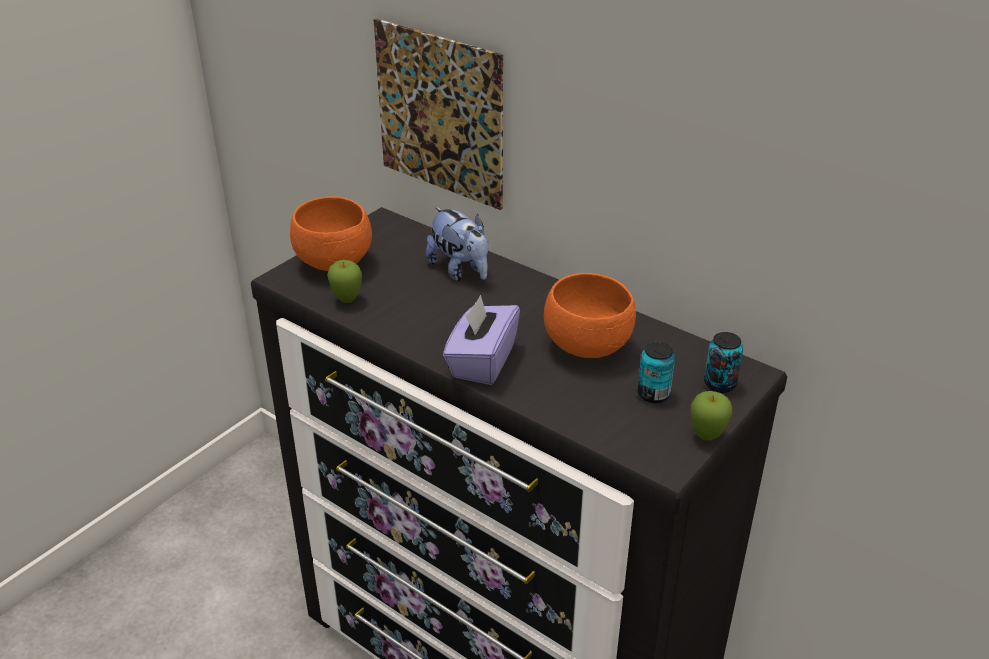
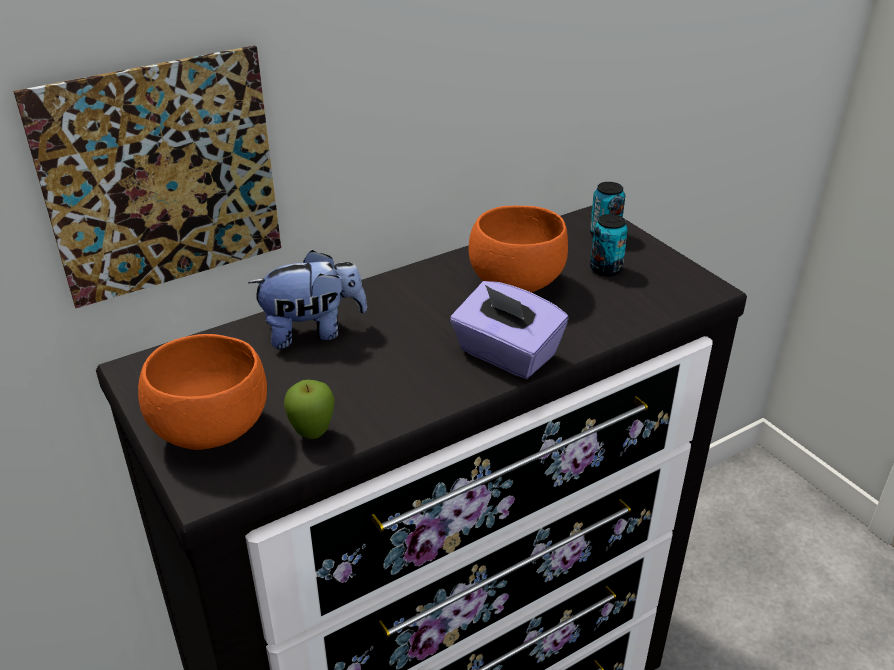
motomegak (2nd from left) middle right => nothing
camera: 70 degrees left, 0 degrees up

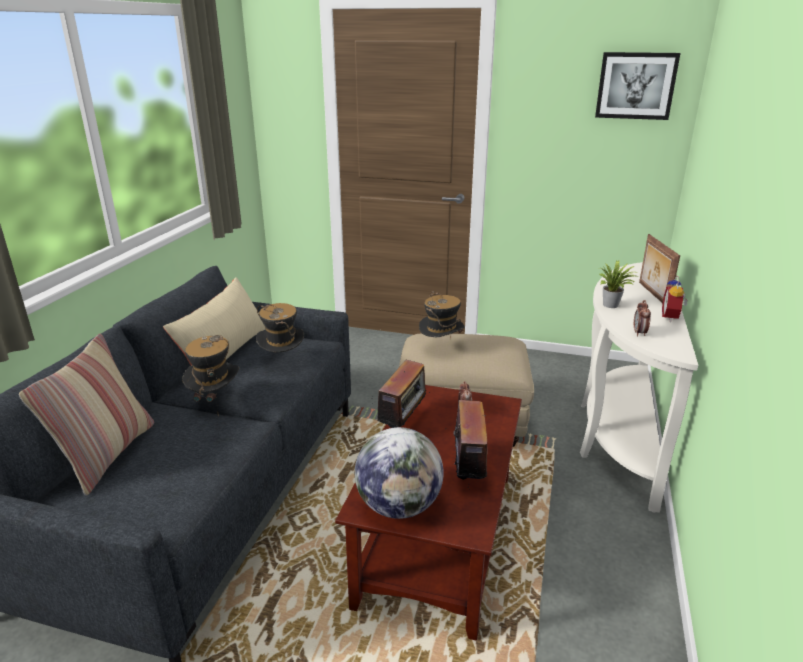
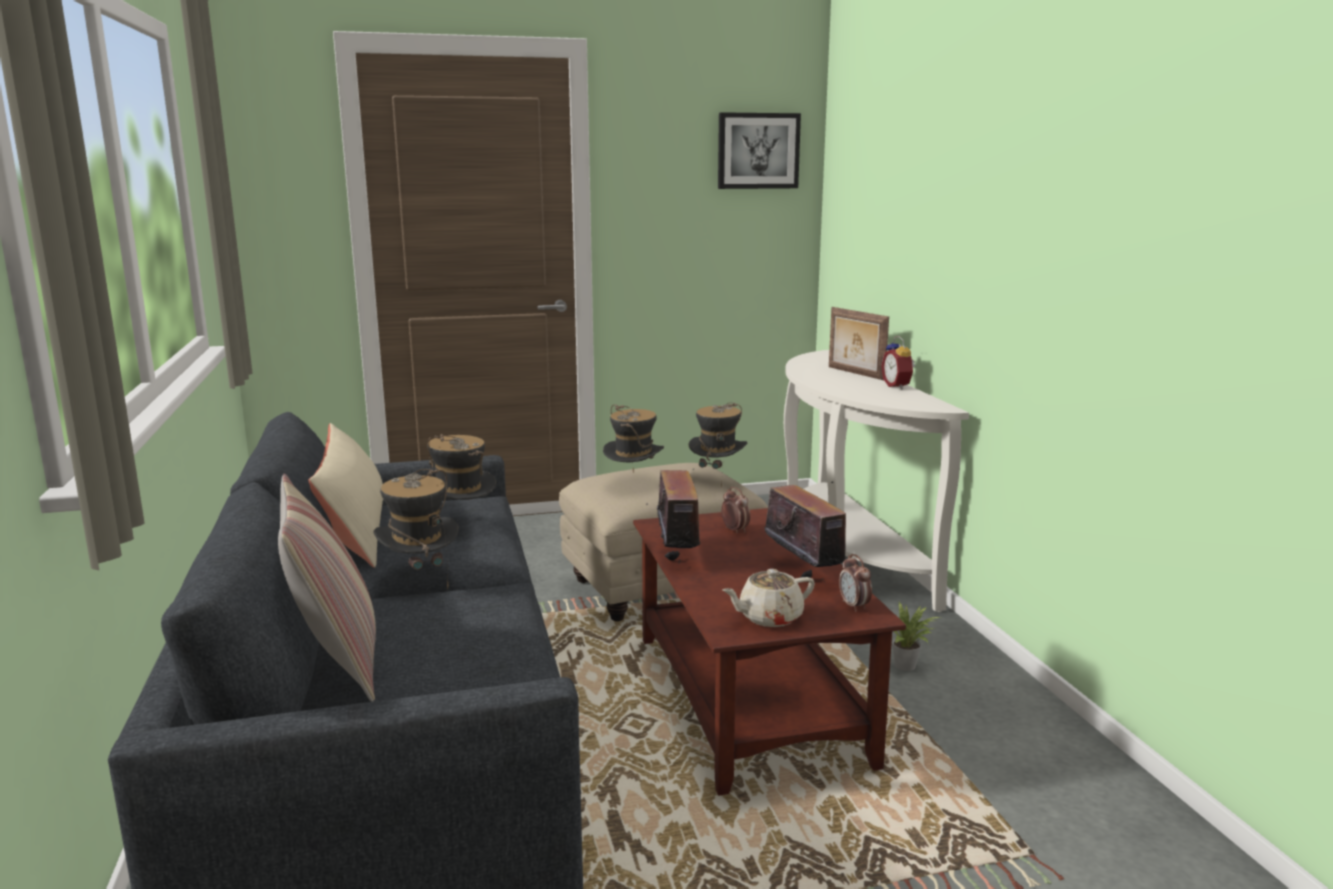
nothing => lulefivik (4th from left) centre
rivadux bottom centre => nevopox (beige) bottom centre
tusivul (2nd from left) middle right => tusivul (2nd from left) centre, moved
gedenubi middle right => gedenubi bottom right, moved
camera: 30 degrees left, 10 degrees down

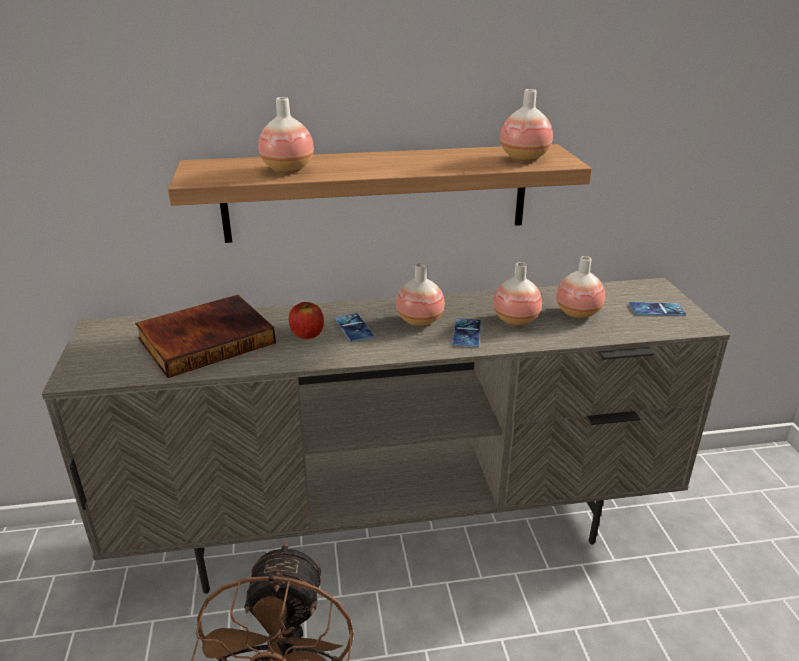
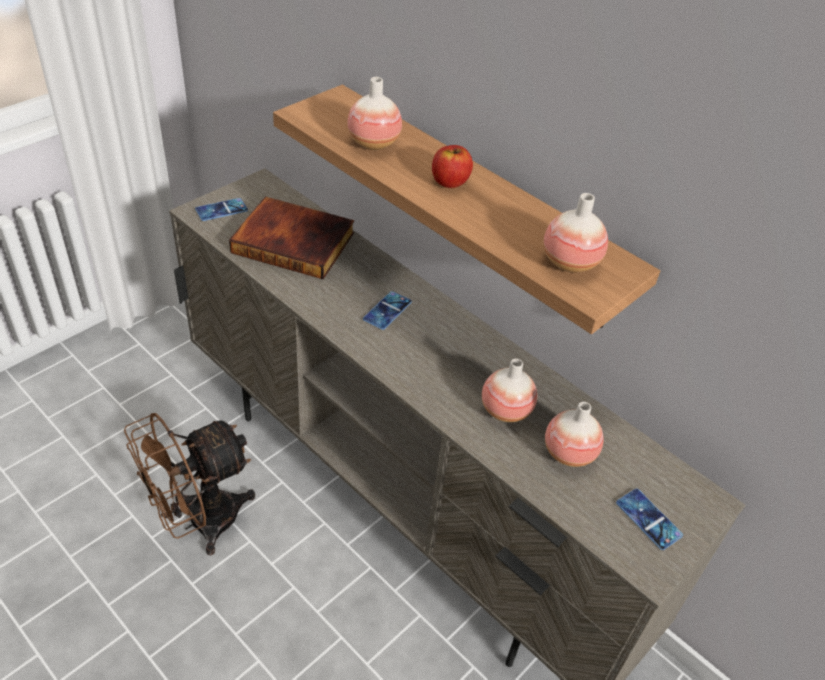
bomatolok (2nd from left in the first image) centre => bomatolok (1st from left) top left, moved
motomegak centre => motomegak top centre, moved
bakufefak (2nd from left) centre => nothing
camera: 50 degrees right, 15 degrees up

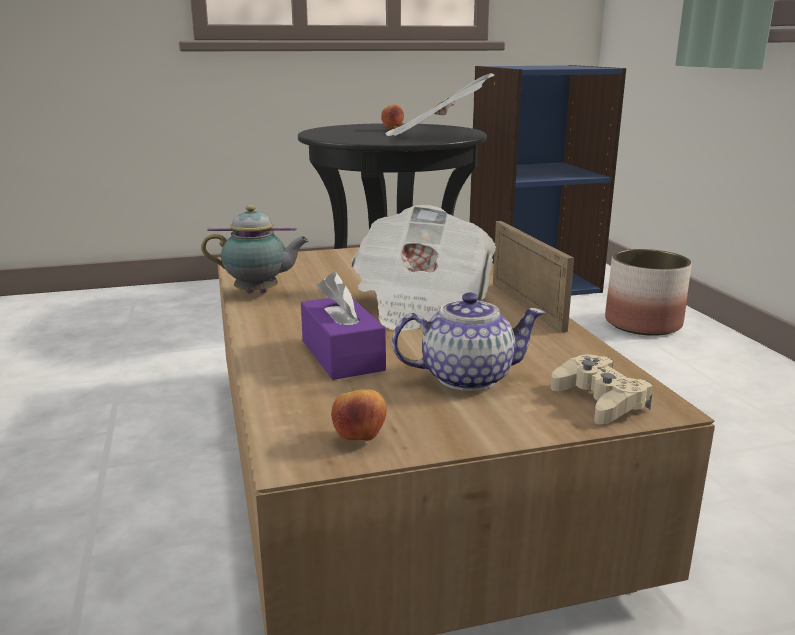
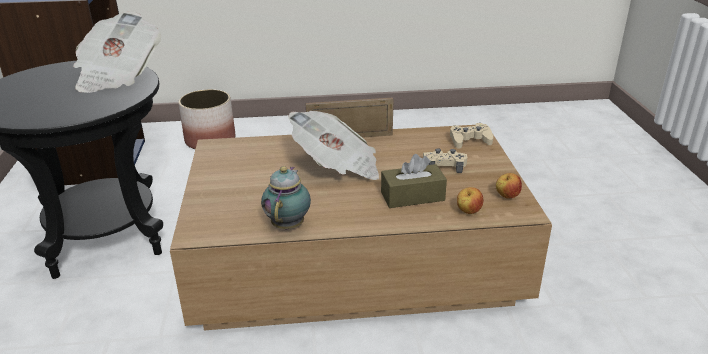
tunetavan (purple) centre => tunetavan (brown) centre
nevopox (2nd from left) centre => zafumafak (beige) (1st from left) centre
motomegak (2nd from left in the first image) top centre => motomegak (1st from left) centre, moved
camera: 80 degrees left, 10 degrees up

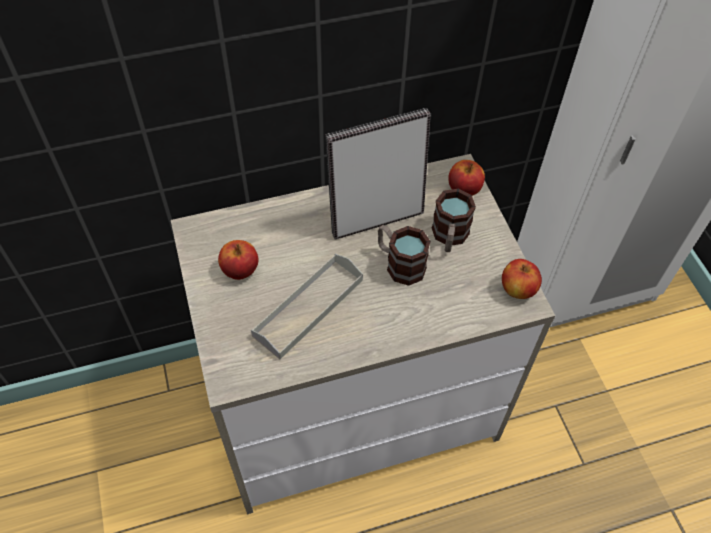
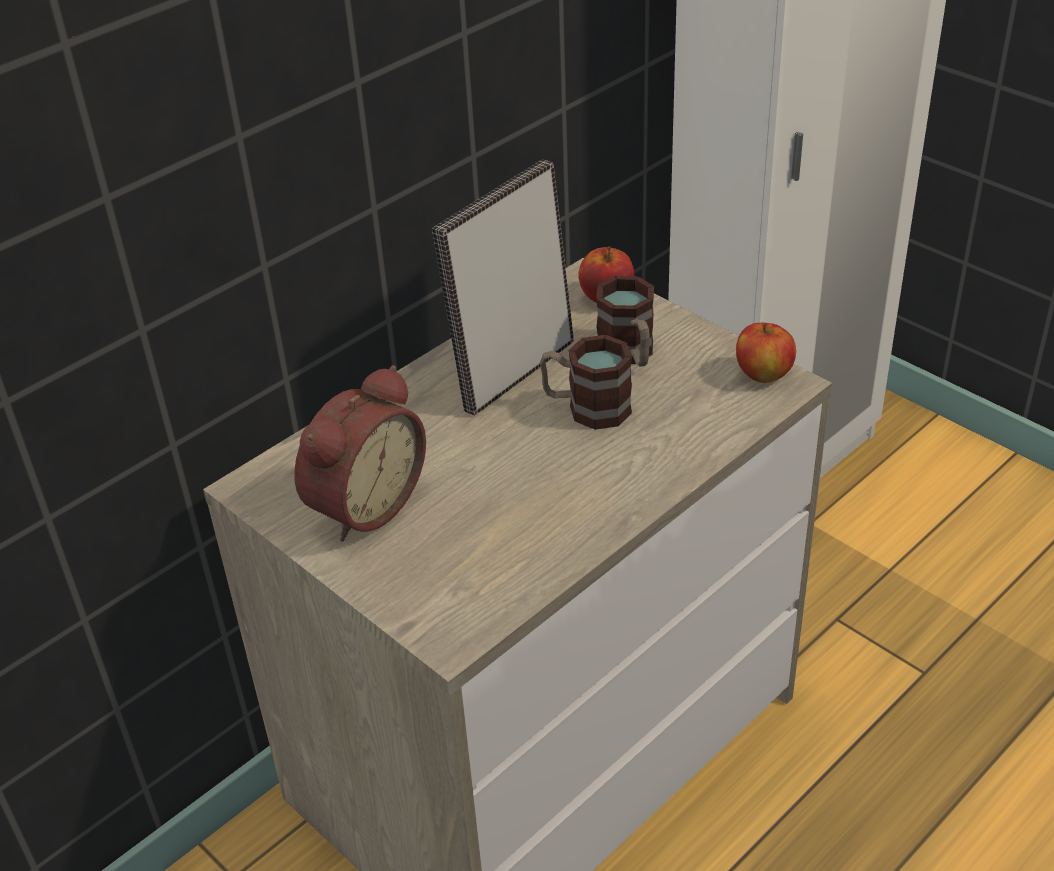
motomegak (1st from left) centre => tusivul centre
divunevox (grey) centre => nothing
camera: 25 degrees left, 15 degrees down

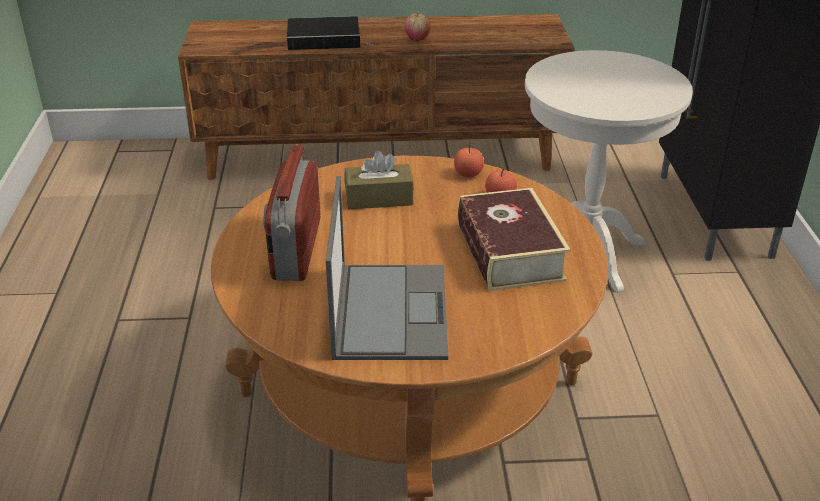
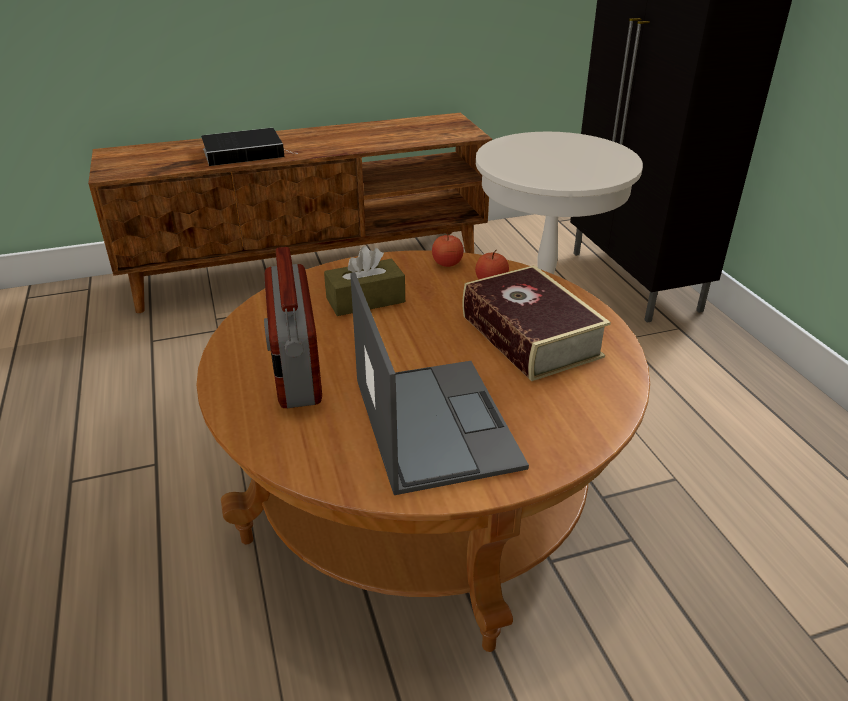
motomegak (1st from left) top centre => nothing
camera: 15 degrees left, 0 degrees up

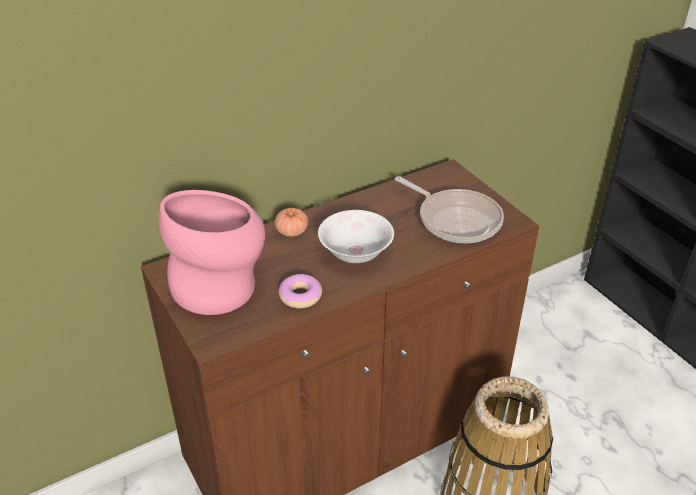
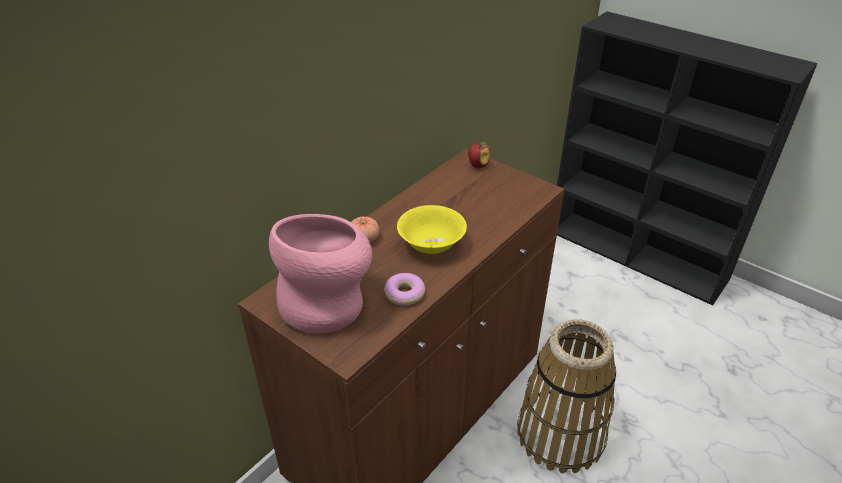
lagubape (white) centre => lagubape (yellow) centre
nothing => motomegak top centre
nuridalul centre => nothing
camera: 20 degrees left, 0 degrees up

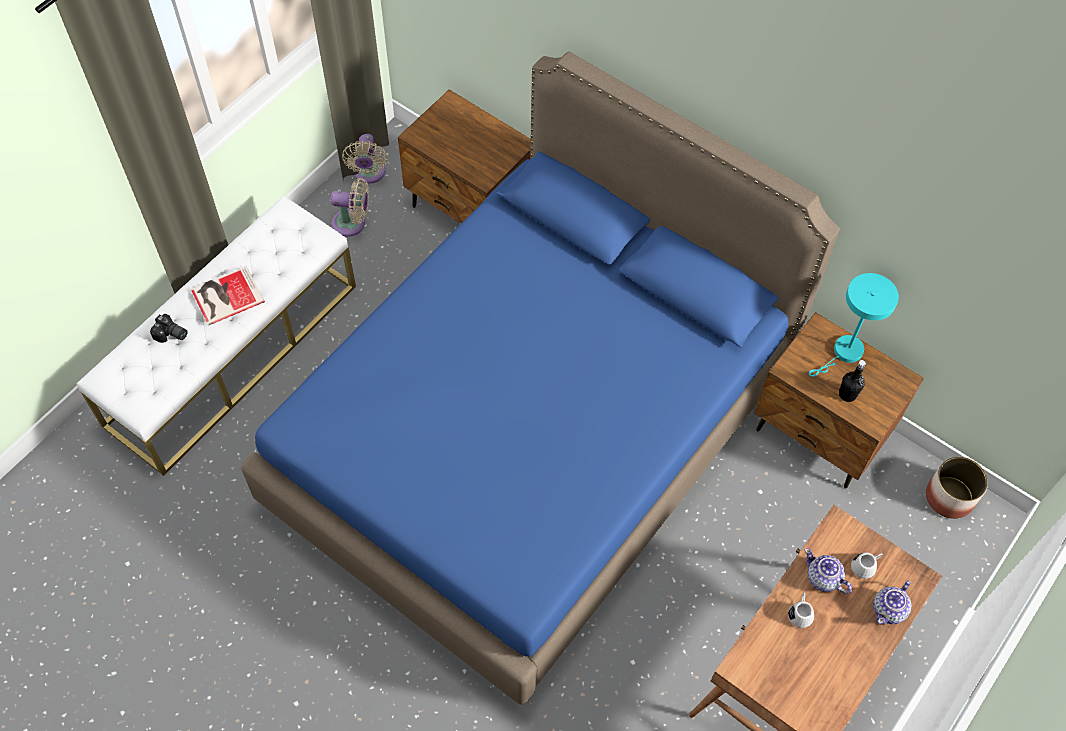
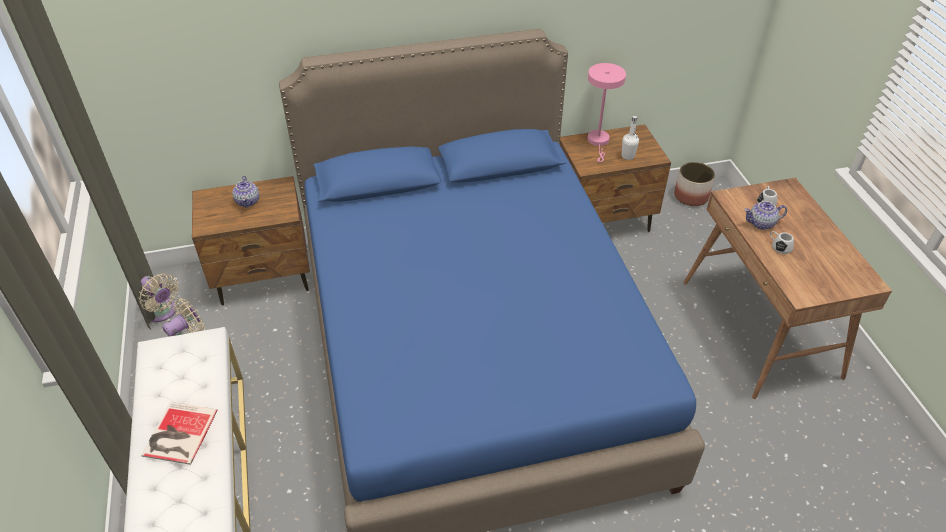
nevopox (2nd from left in the first image) bottom right => nevopox (1st from left) middle left, moved
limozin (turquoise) middle right => limozin (pink) top centre
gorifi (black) middle right => gorifi (white) top centre
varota middle left => nothing
camera: 50 degrees left, 15 degrees down

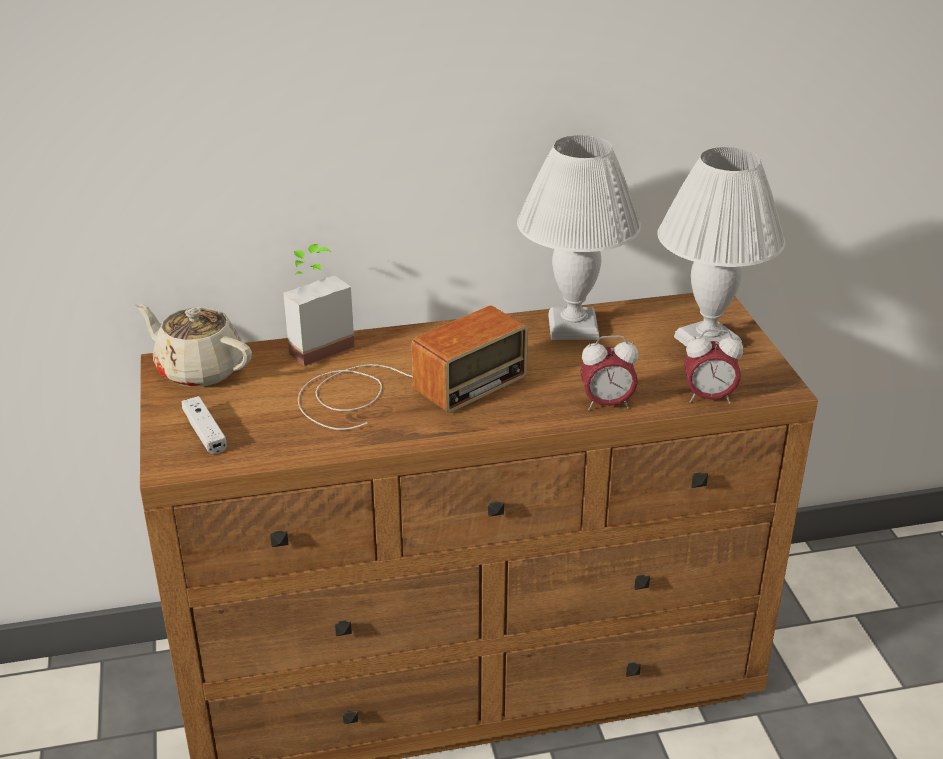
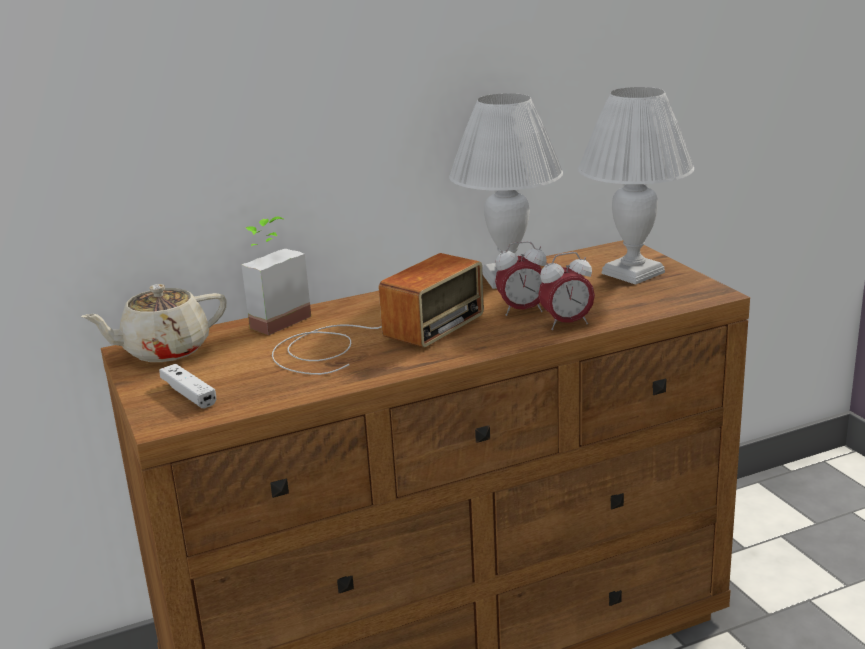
nevopox (beige) middle left, 45 degrees counterclockwise
tusivul (2nd from left in the first image) middle right => tusivul (1st from left) centre, moved
camera: 10 degrees left, 10 degrees down

